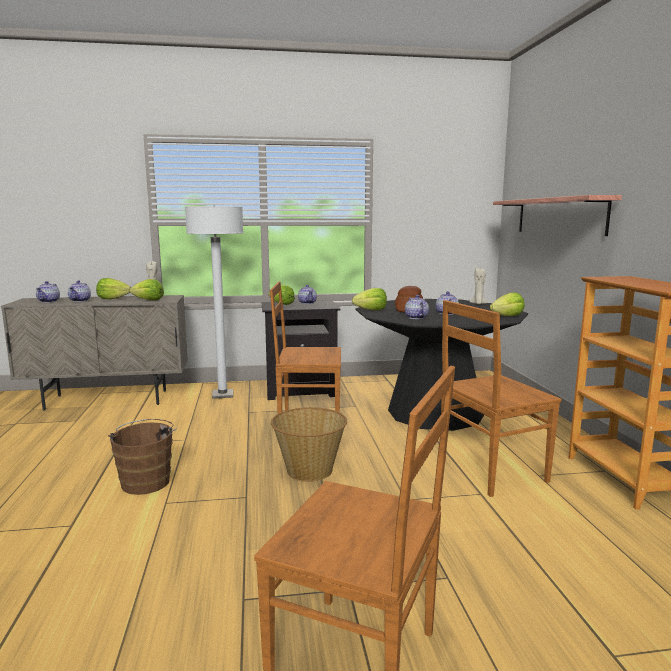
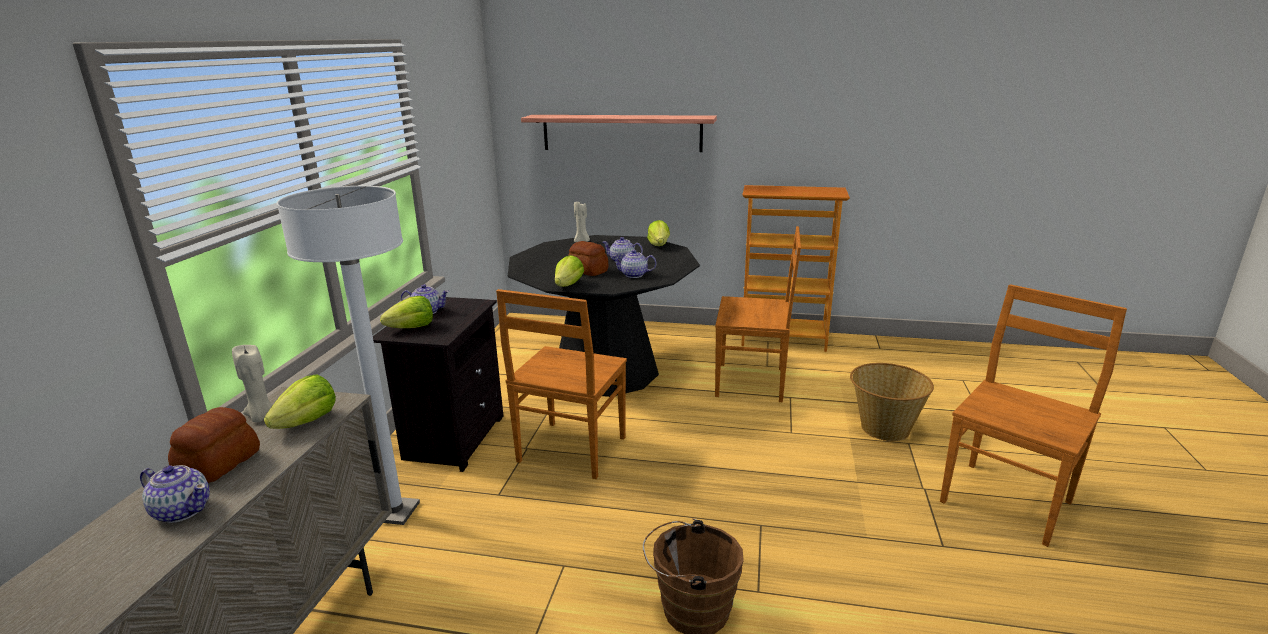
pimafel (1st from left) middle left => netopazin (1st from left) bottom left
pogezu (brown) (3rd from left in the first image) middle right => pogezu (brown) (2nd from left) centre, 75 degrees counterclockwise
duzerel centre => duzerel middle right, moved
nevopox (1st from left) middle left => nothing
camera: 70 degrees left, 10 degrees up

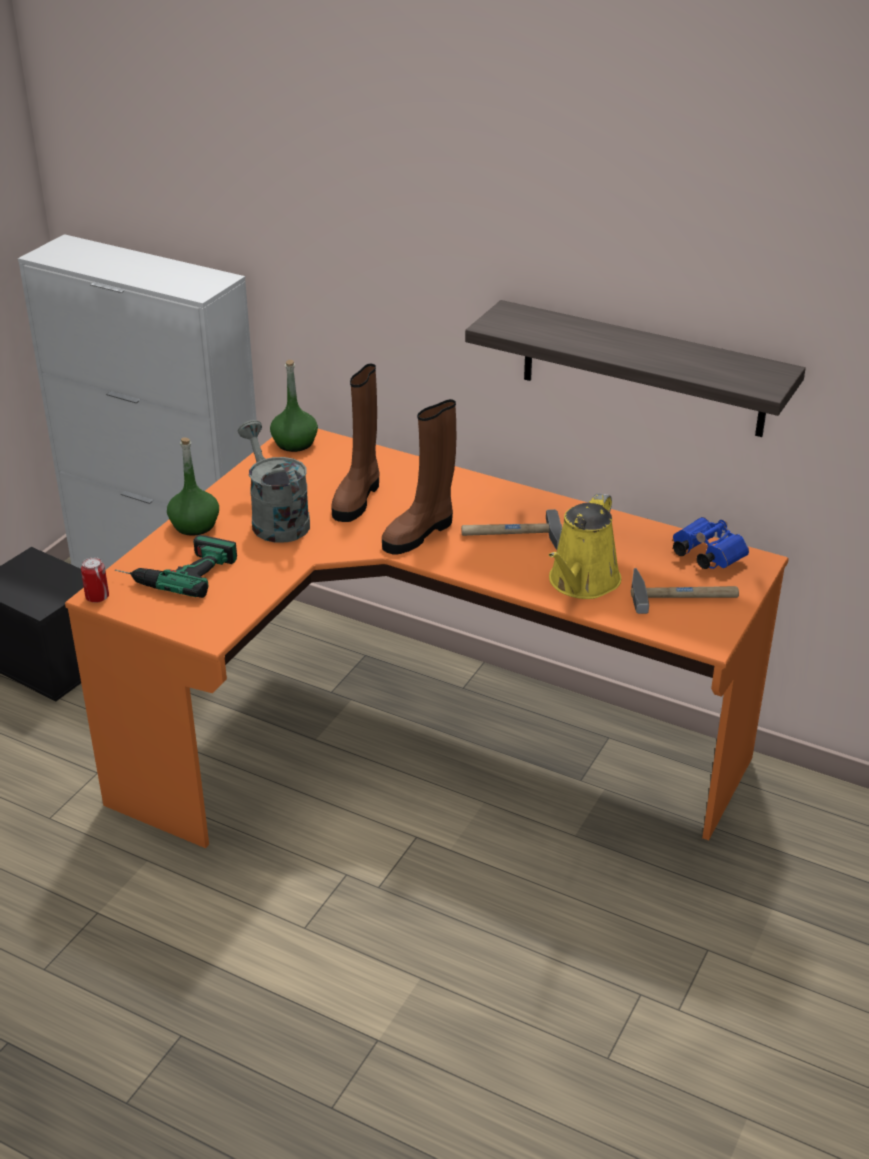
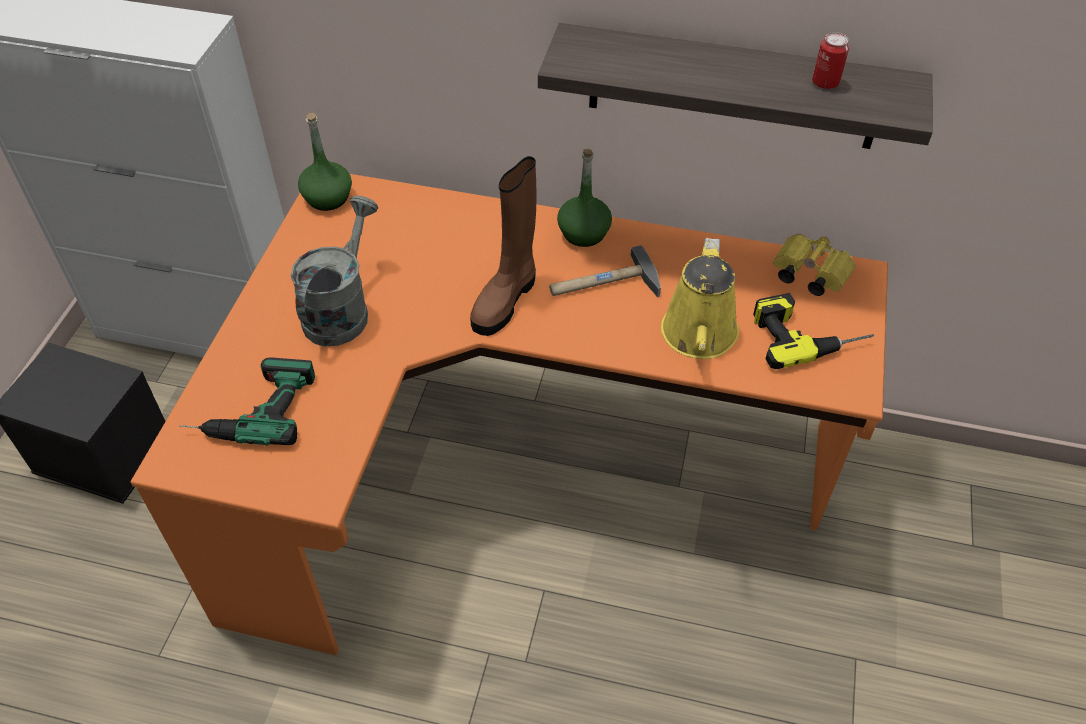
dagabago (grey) middle left, 60 degrees clockwise
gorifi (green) (1st from left in the first image) middle left => gorifi (green) (2nd from left) top centre, moved
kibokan (2nd from left) middle right => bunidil (2nd from left) middle right
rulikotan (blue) middle right => rulikotan (yellow) middle right
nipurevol middle left => nipurevol top right, moved
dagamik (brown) (1st from left) centre => nothing
camera: 15 degrees left, 15 degrees up

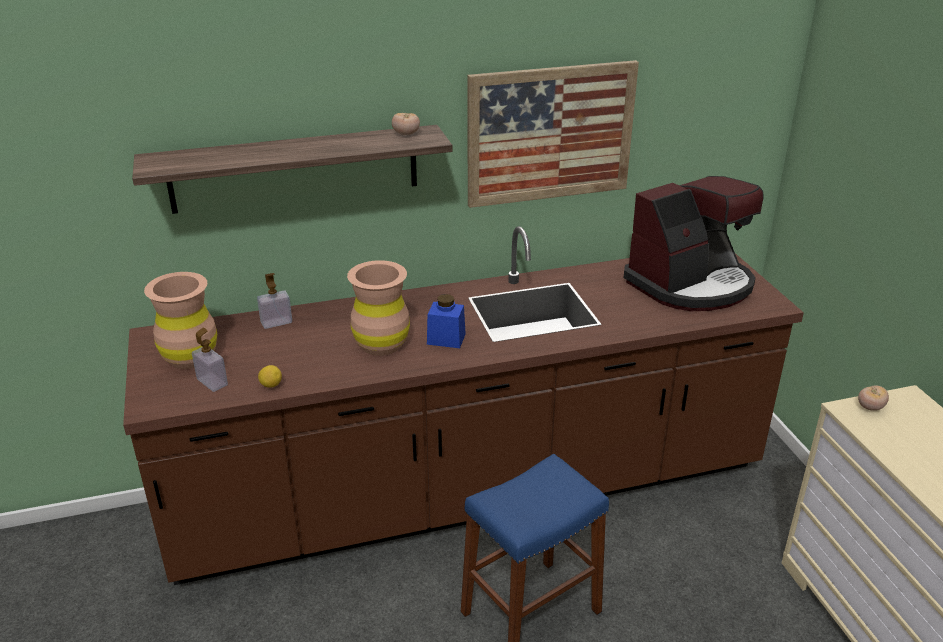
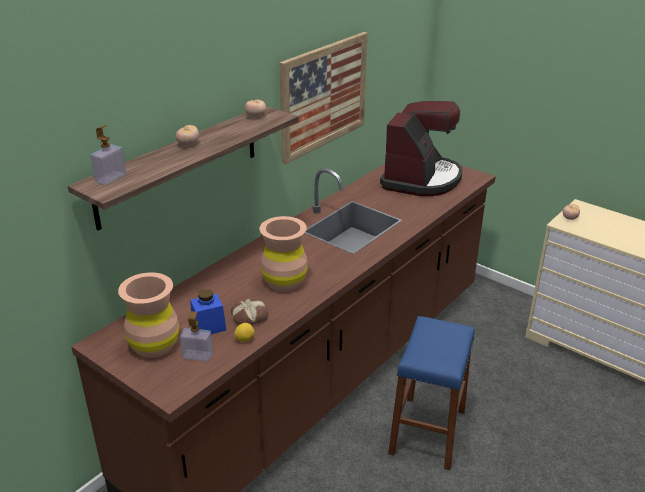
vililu (2nd from left in the first image) middle left => vililu (1st from left) top left, moved
nothing => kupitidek (1st from left) top left
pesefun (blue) centre => pesefun (blue) middle left, moved
nothing => netopazin centre
camera: 35 degrees left, 0 degrees up

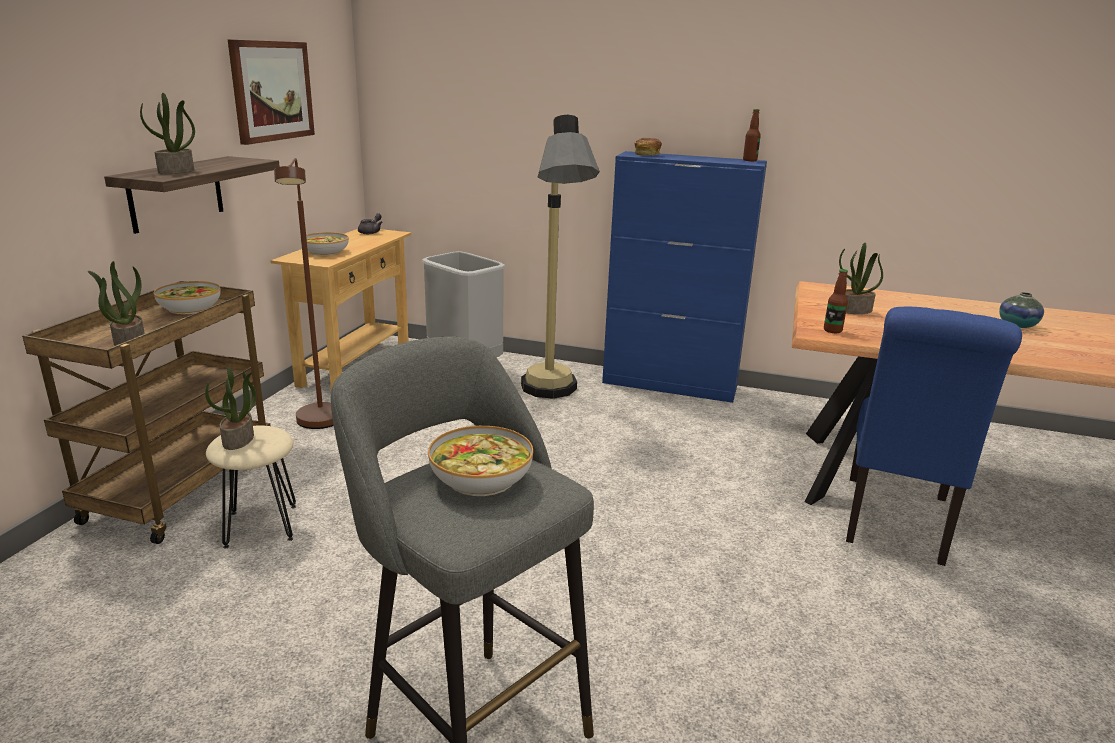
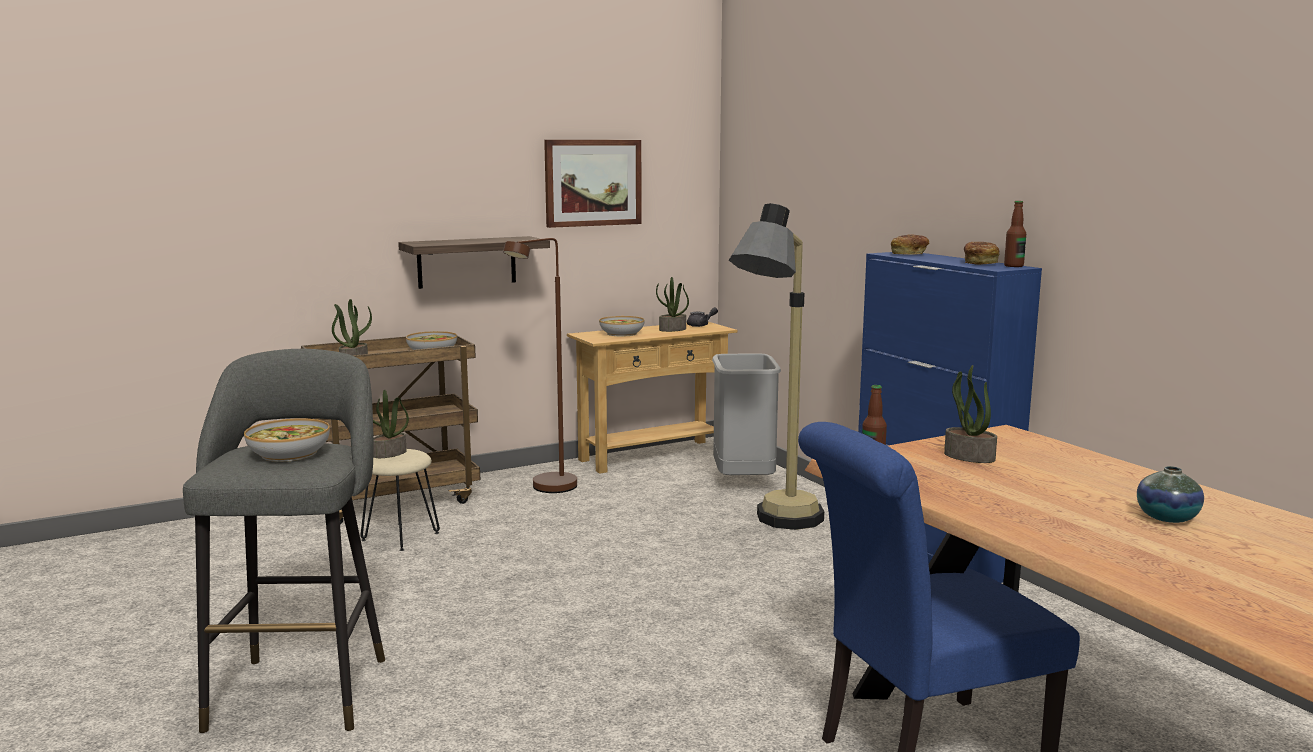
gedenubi (2nd from left in the first image) top left => gedenubi (3rd from left) centre, moved
nothing => netopazin (2nd from left) middle right
camera: 45 degrees right, 10 degrees down

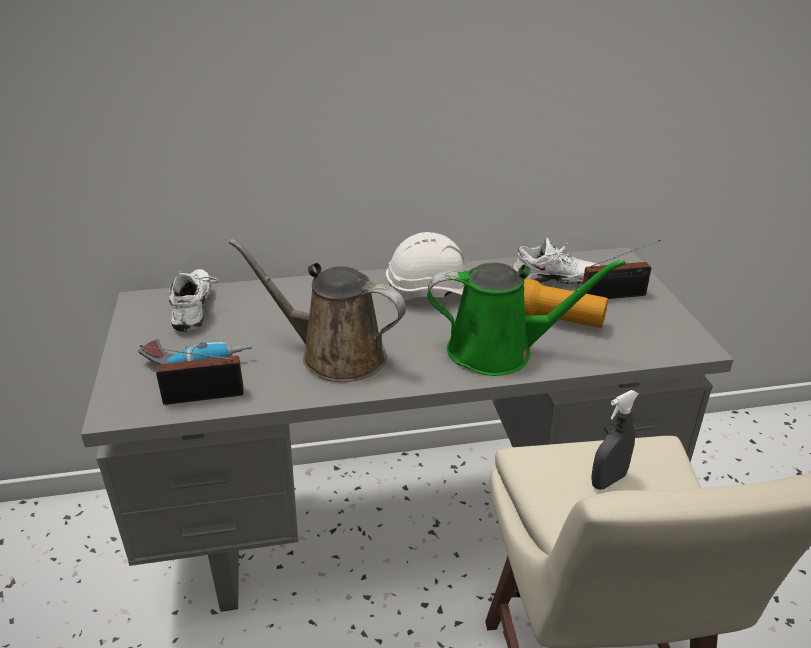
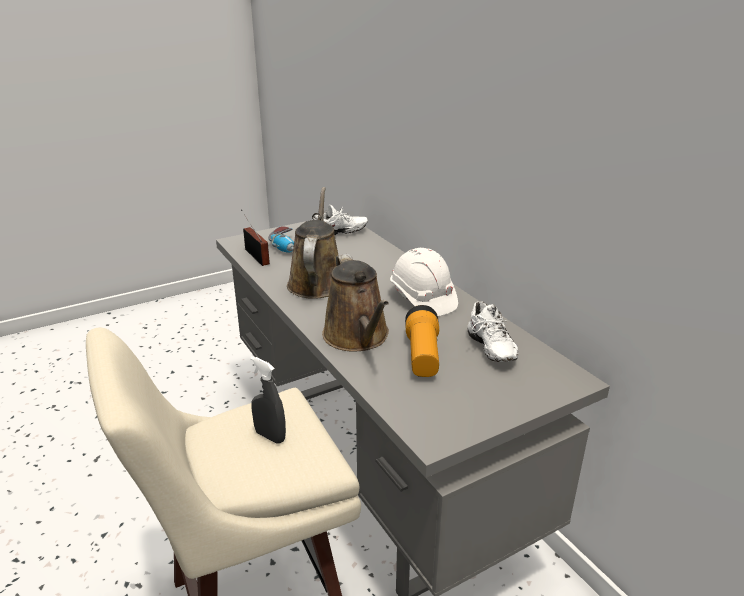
dagabago (green) centre => dagabago (brown) (2nd from left) centre
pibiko (2nd from left) middle right => nothing
camera: 70 degrees right, 5 degrees down

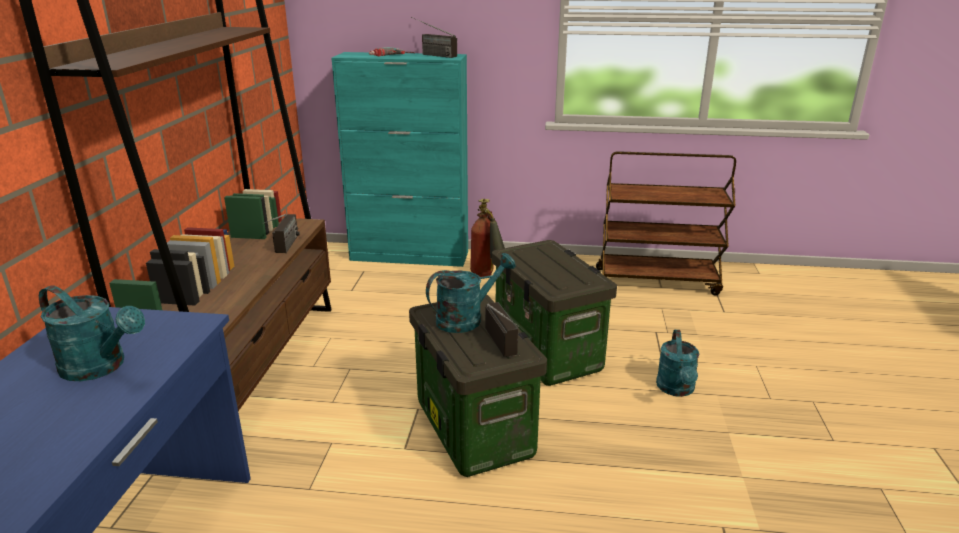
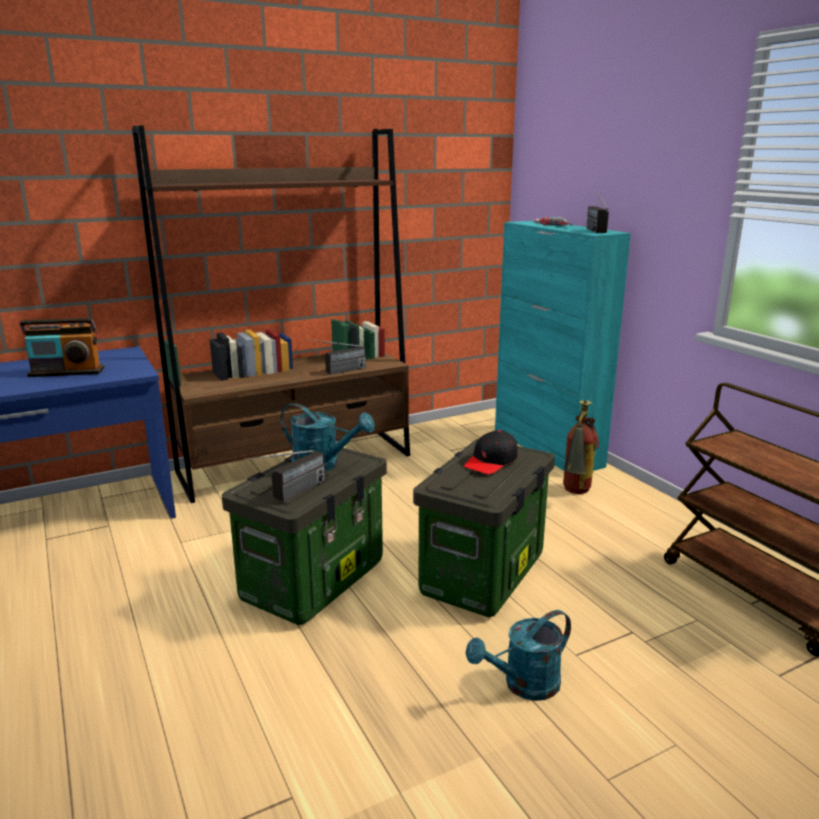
dagabago (turquoise) (1st from left) middle left => pibiko (1st from left) middle left
nothing => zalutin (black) centre
camera: 55 degrees right, 5 degrees down

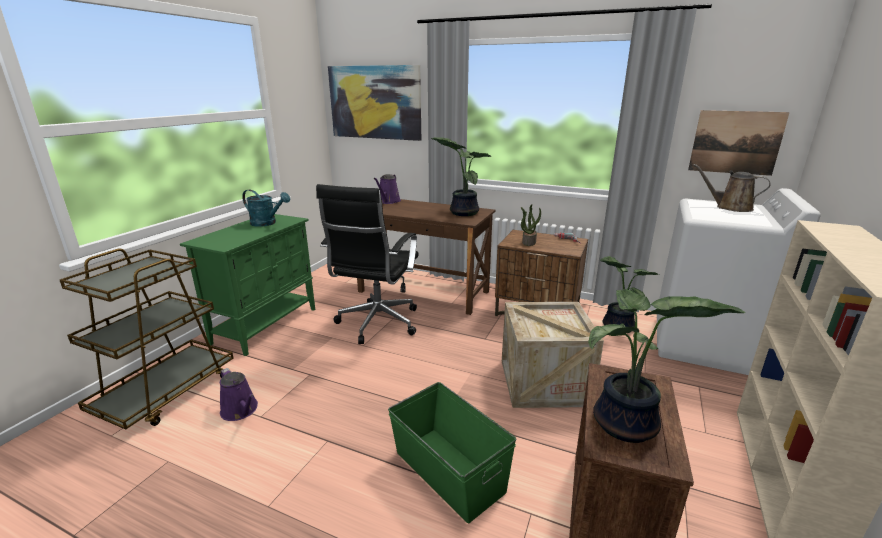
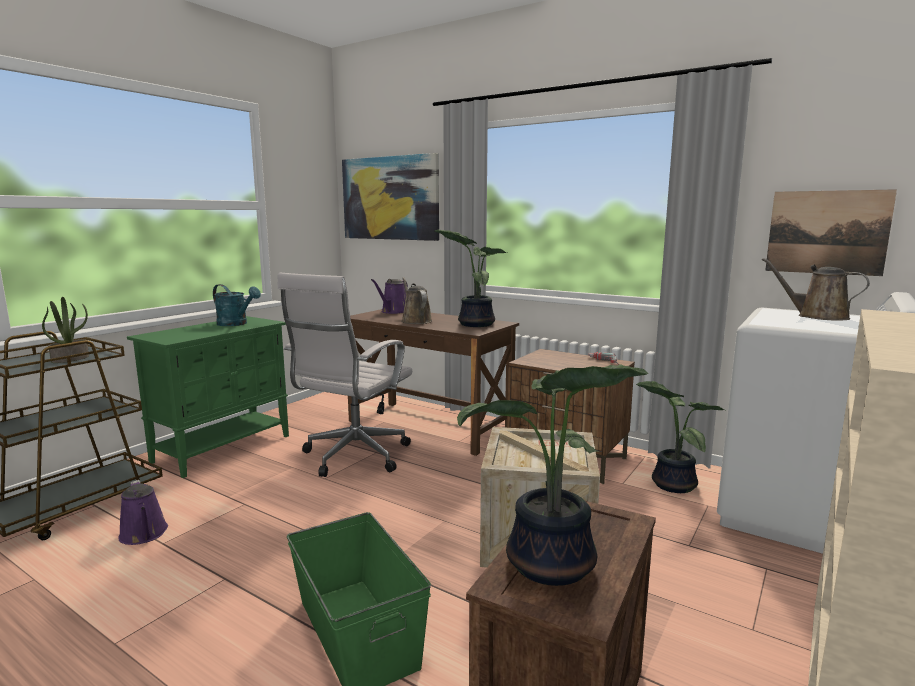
gedenubi (2nd from left in the first image) centre => gedenubi (1st from left) middle left, moved
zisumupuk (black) centre => zisumupuk (white) centre
nothing => dagabago (brown) (1st from left) centre
camera: 10 degrees right, 10 degrees down

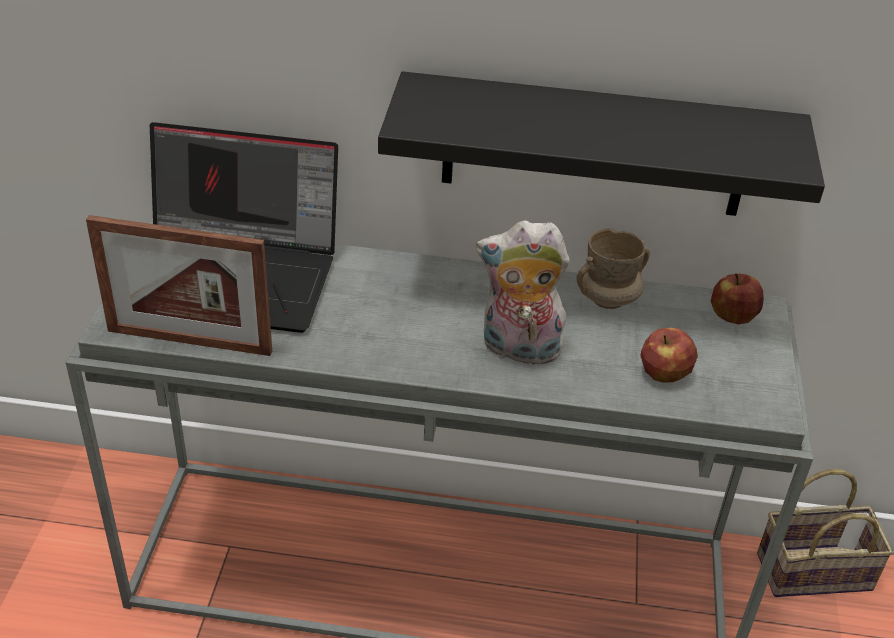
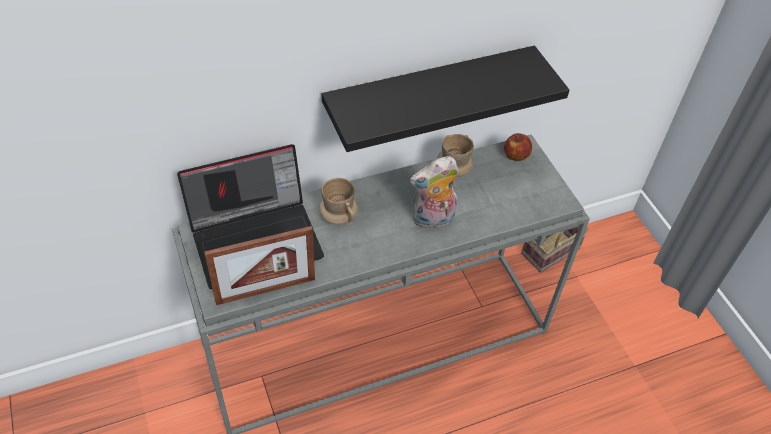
nothing => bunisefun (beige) (1st from left) centre
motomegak (1st from left) middle right => nothing
camera: 30 degrees left, 10 degrees up

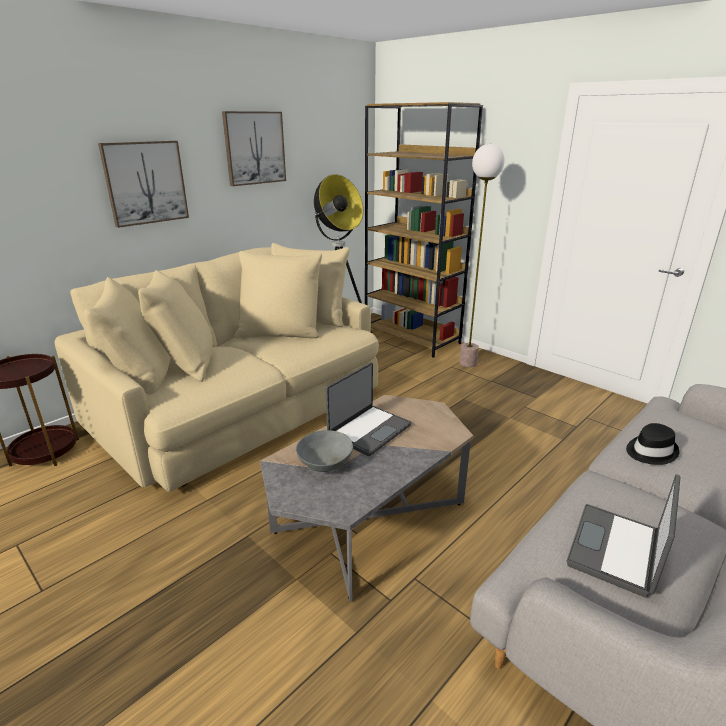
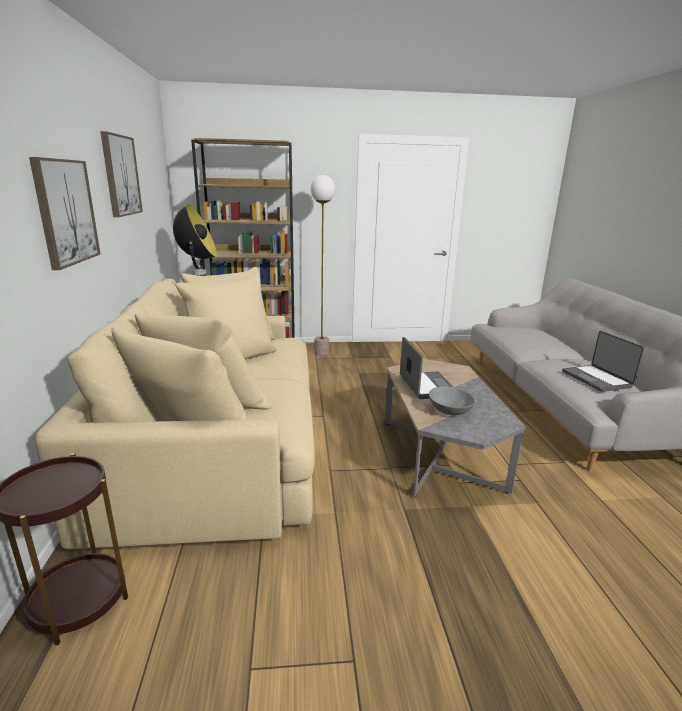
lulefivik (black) middle right => nothing
camera: 50 degrees left, 5 degrees down

